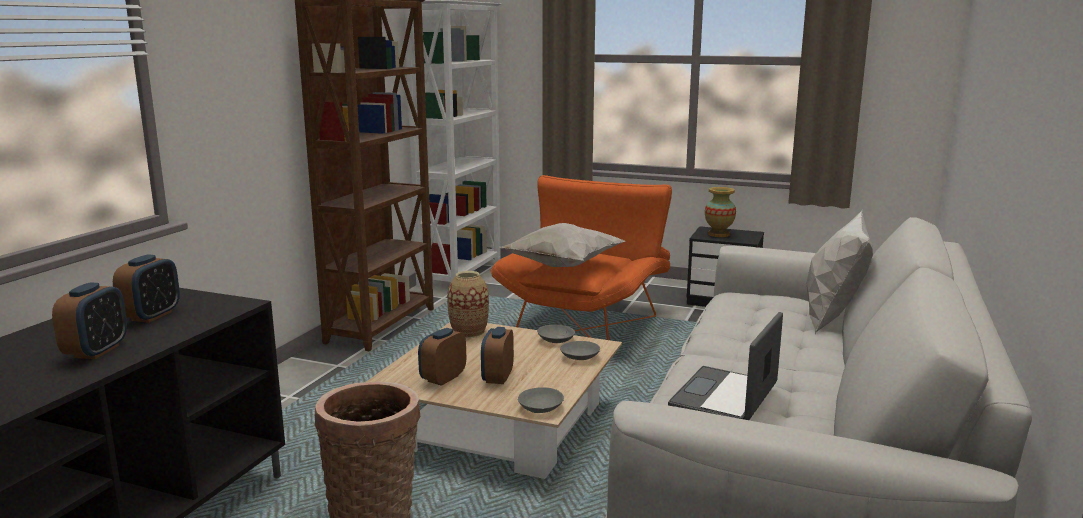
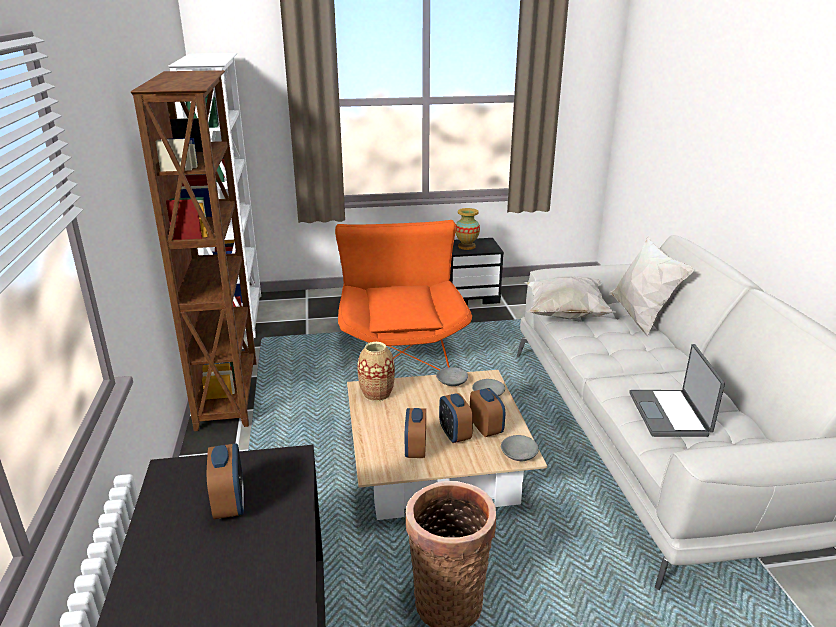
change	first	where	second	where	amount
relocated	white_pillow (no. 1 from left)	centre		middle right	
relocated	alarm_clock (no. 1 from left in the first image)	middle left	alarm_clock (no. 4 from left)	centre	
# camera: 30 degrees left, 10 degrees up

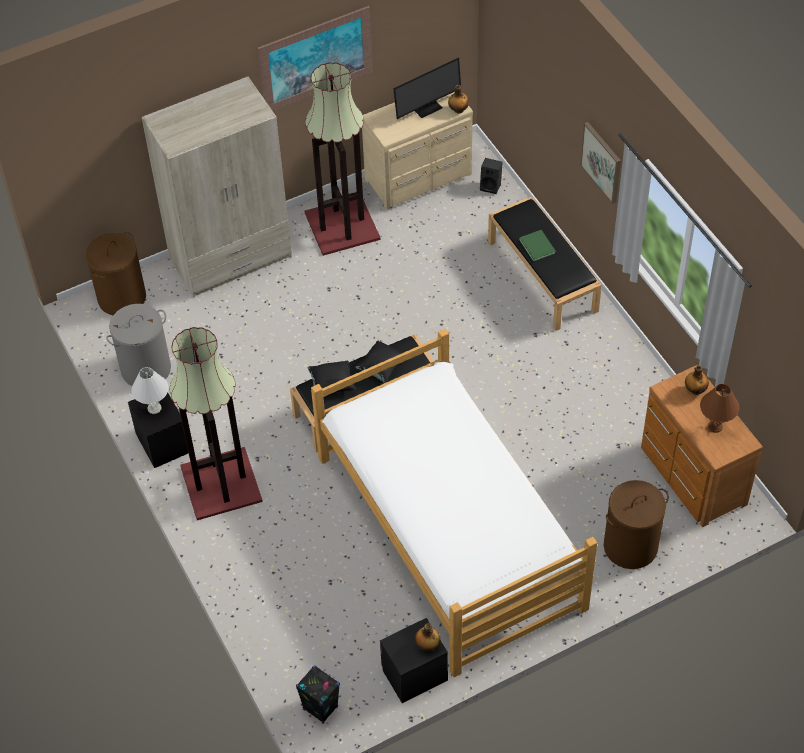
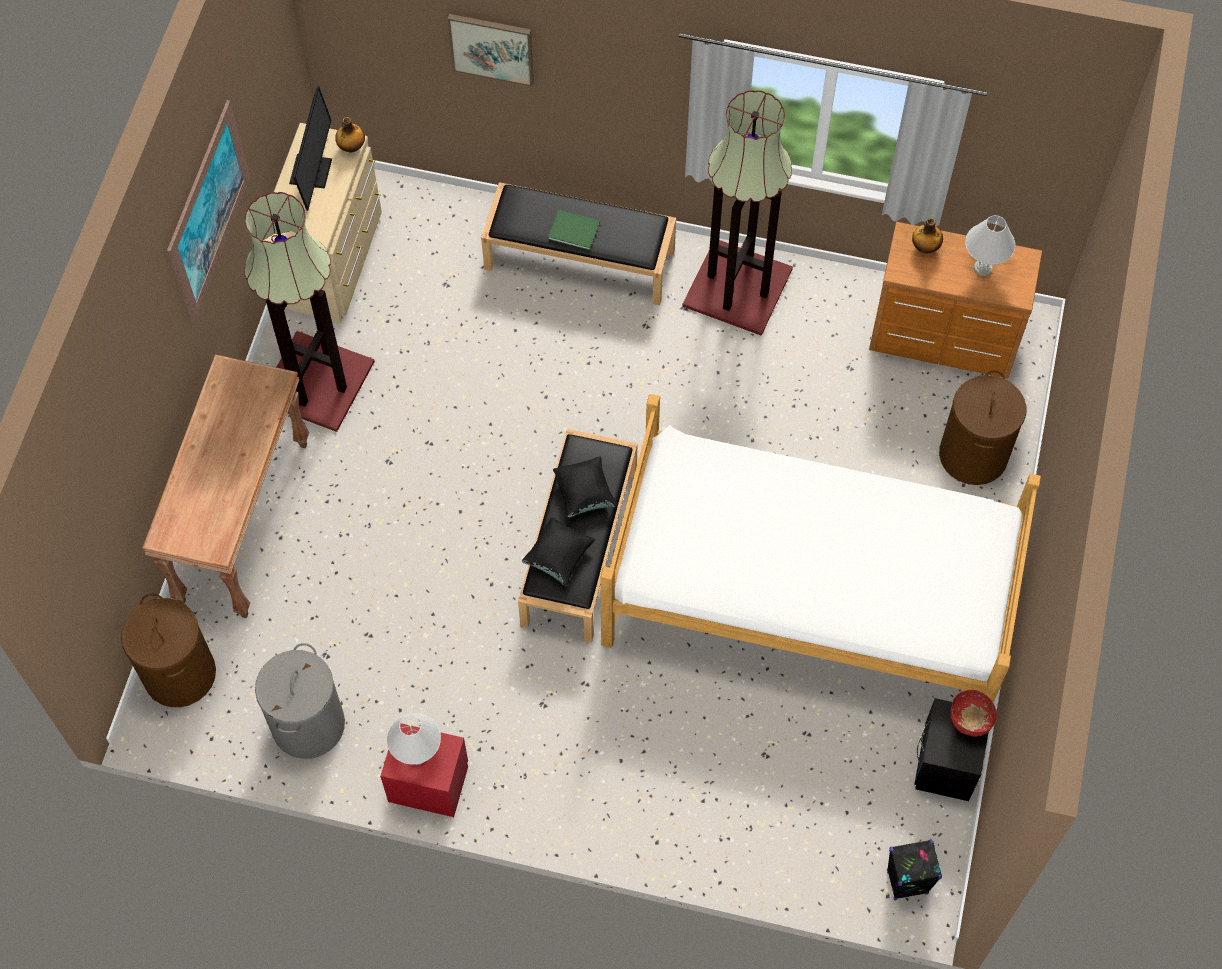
change	first	where	second	where	amount
exchanged	beige_wardrobe	top left	brown_console_table	middle left	
relocated	picture (no. 2 from left)	top right		top centre	
missing	black_speaker (no. 2 from left)	top centre			
relocated	floor_lamp (no. 1 from left in the first image)	middle left	floor_lamp (no. 2 from left)	top centre	
colour	brown_table_lamp	middle right	white_table_lamp (no. 2 from left)	top right	
colour	black_nightstand (no. 1 from left)	middle left	red_nightstand	bottom centre	
exchanged	bottle (no. 1 from left)	bottom centre	red_bowl	bottom right	
# camera: 50 degrees left, 10 degrees up

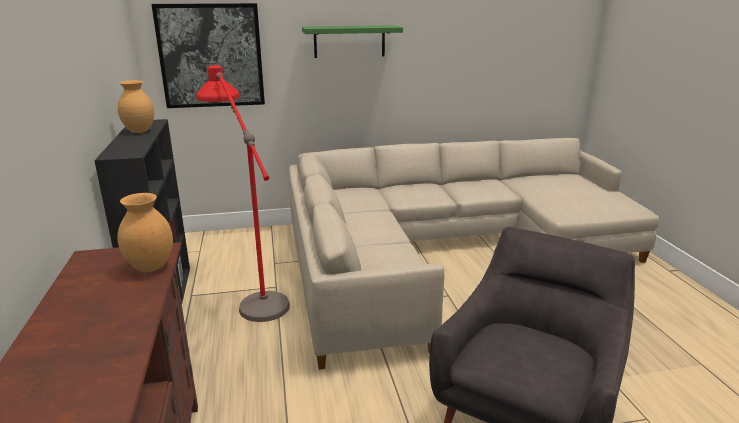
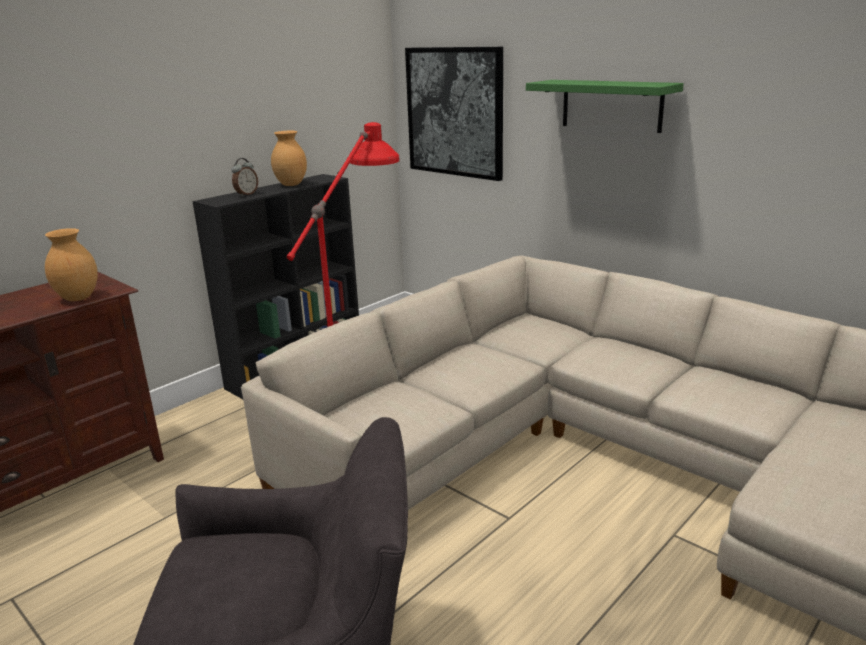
change	first	where	second	where	amount
appeared			alarm_clock	top left	
# camera: 55 degrees right, 0 degrees up

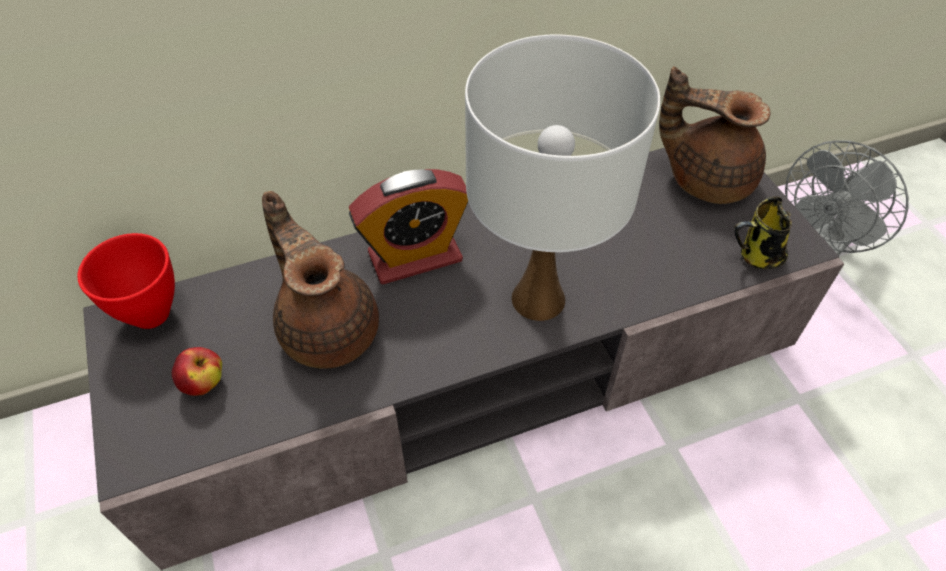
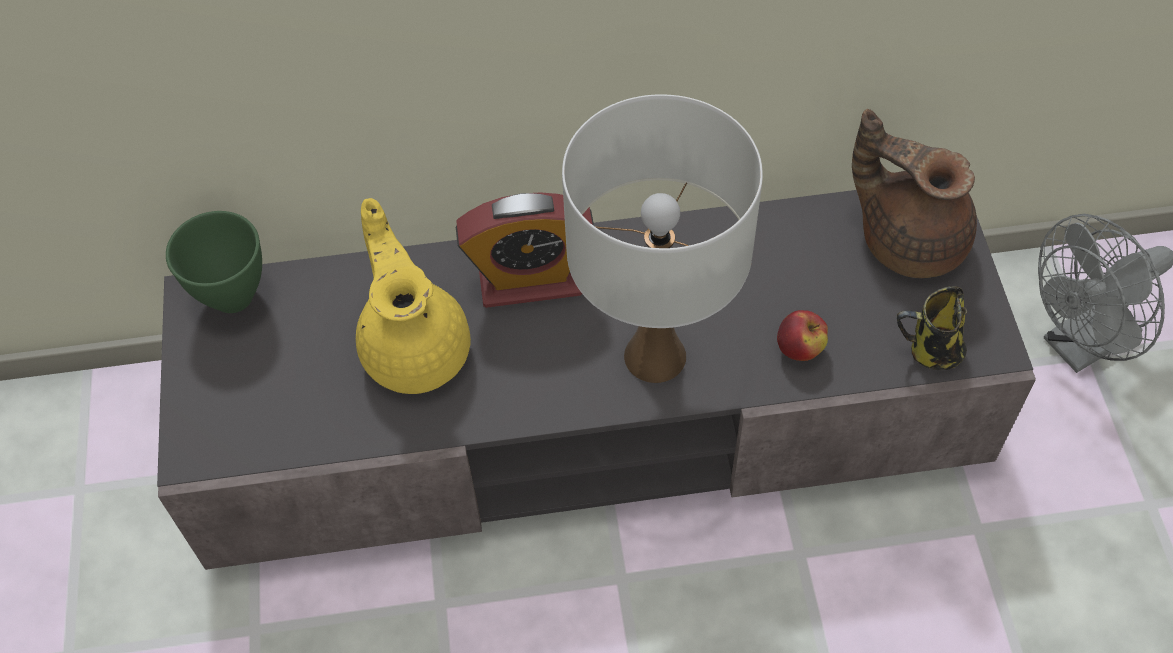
change	first	where	second	where	amount
colour	brown_teapot (no. 1 from left)	centre	yellow_teapot	centre	
colour	red_bowl	middle left	green_bowl	middle left	
relocated	apple	middle left		middle right	
# camera: 15 degrees right, 5 degrees up

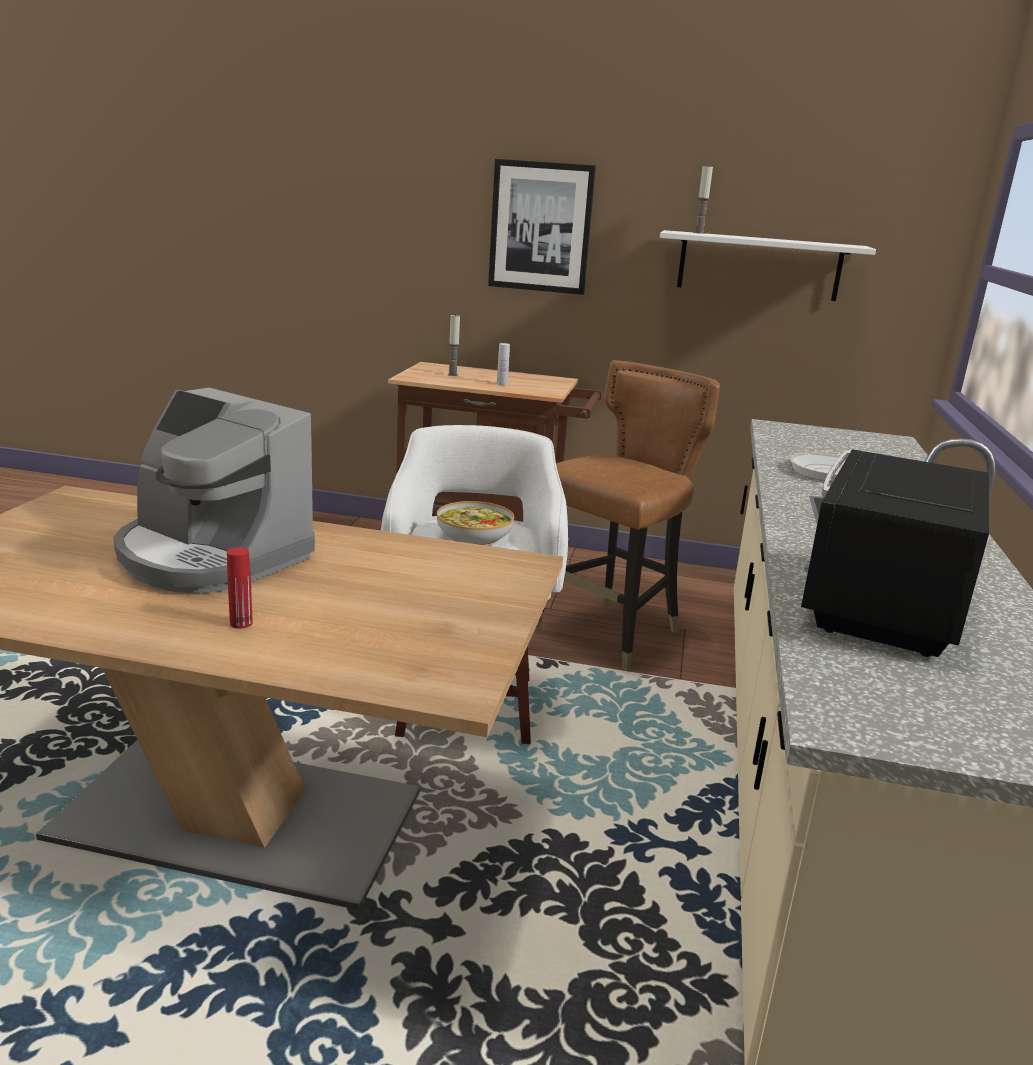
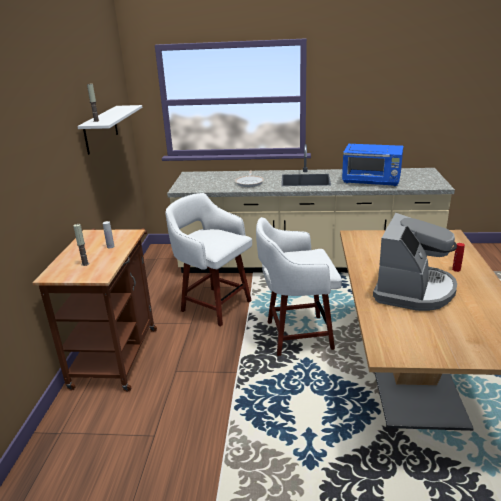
change	first	where	second	where	amount
missing	picture	top centre			
exchanged	brown_chair	centre	white_stool (no. 1 from left)	centre	
colour	black_microwave	middle right	blue_microwave	top right	
missing	bowl	centre			
# camera: 95 degrees left, 5 degrees up

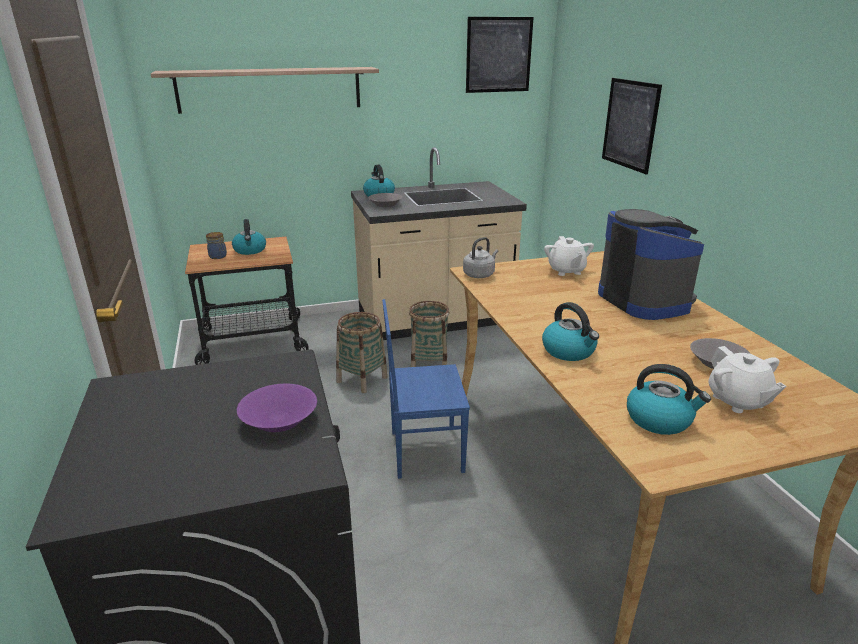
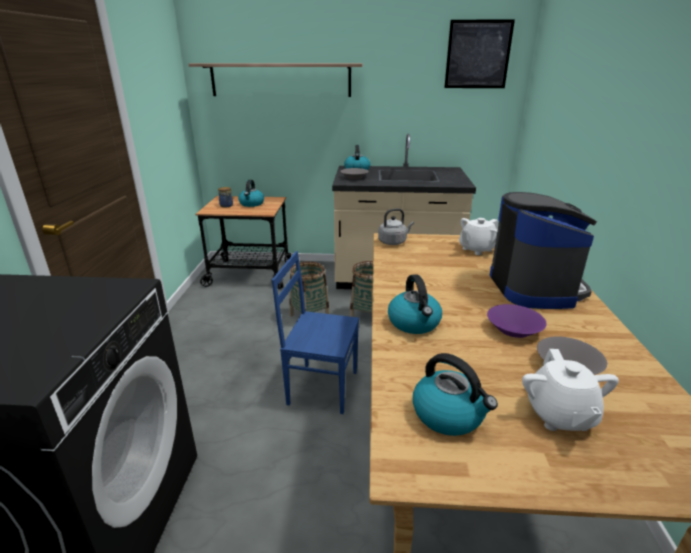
change	first	where	second	where	amount
missing	picture (no. 2 from left)	top right			
spun	white_teapot (no. 1 from left)	centre		middle right	45 degrees clockwise
relocated	purple_bowl	middle left		middle right	
# camera: 20 degrees right, 0 degrees up

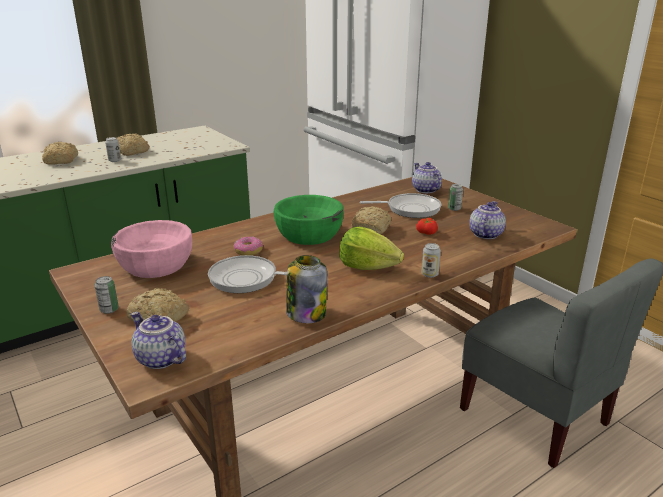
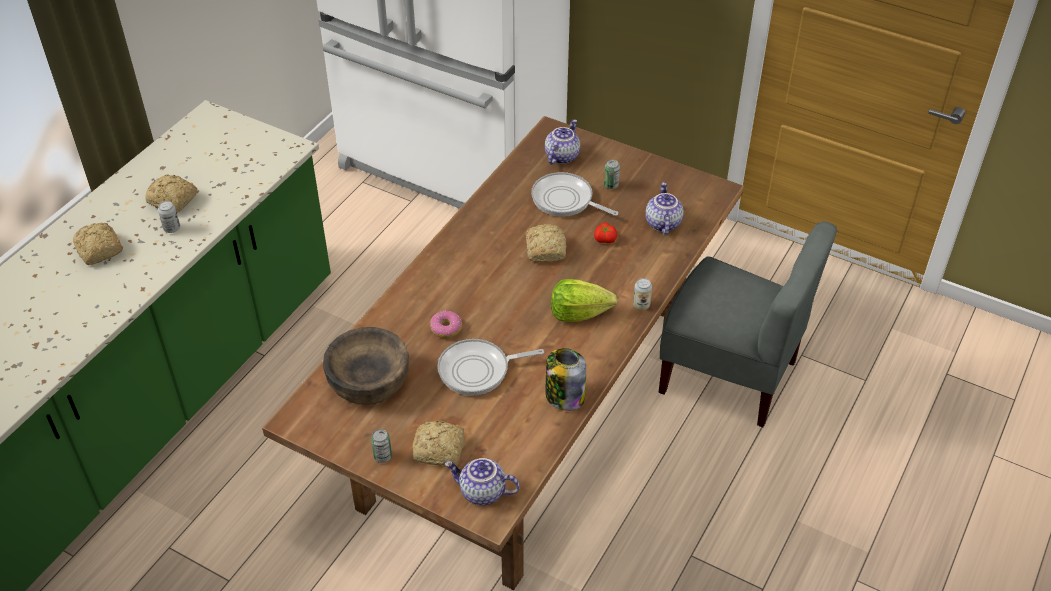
change	first	where	second	where	amount
spun	teapot (no. 2 from left)	centre		top centre	75 degrees clockwise
spun	frying_pan (no. 2 from left)	centre		top centre	120 degrees counterclockwise
missing	green_bowl	centre			
colour	pink_bowl	middle left	brown_bowl	centre	
# camera: 25 degrees left, 20 degrees up

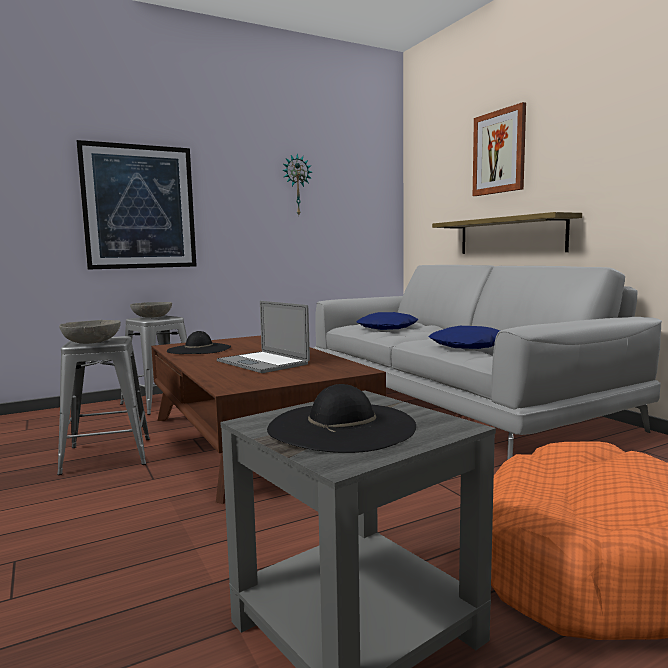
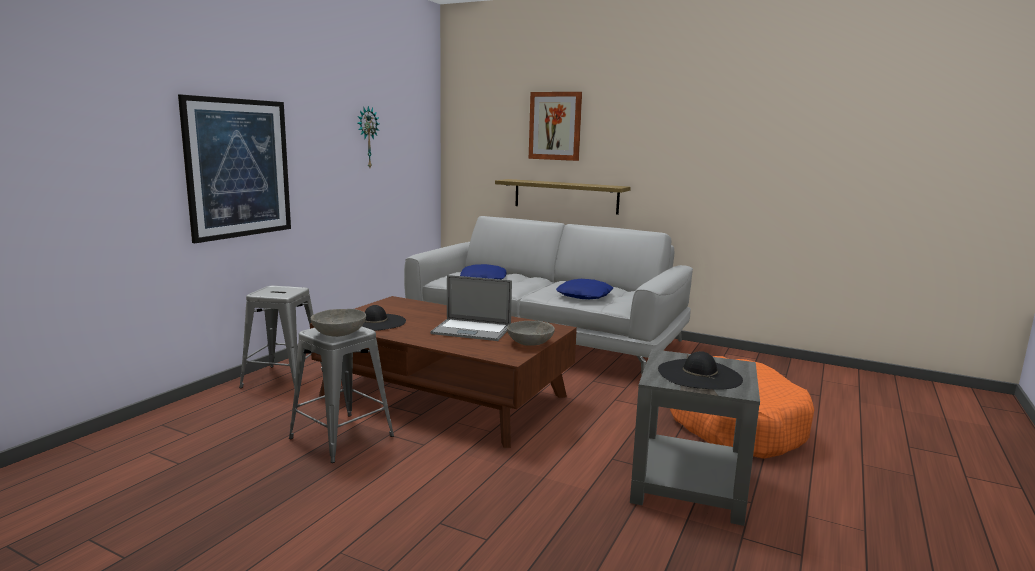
change	first	where	second	where	amount
relocated	grey_bowl (no. 2 from left)	middle left		centre	
# camera: 35 degrees left, 5 degrees up

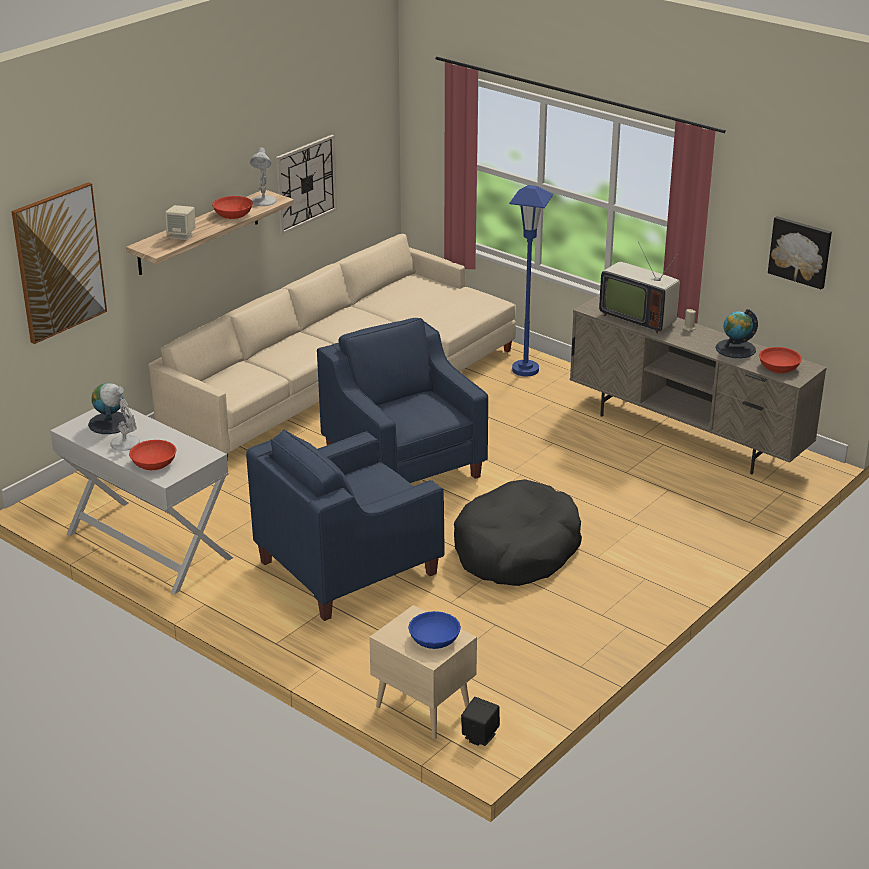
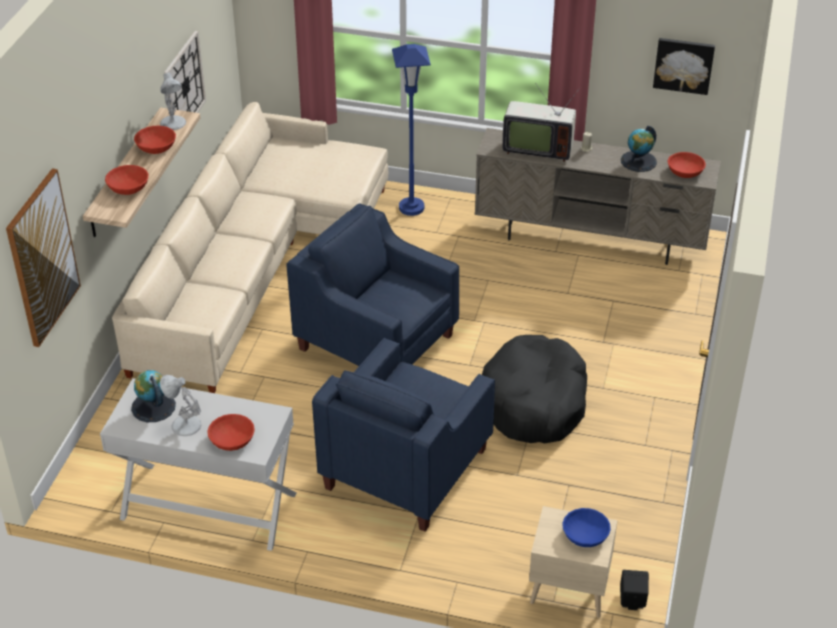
change	first	where	second	where	amount
exchanged	beige_speaker	top left	red_bowl (no. 1 from left)	top left	
# camera: 25 degrees left, 10 degrees up

